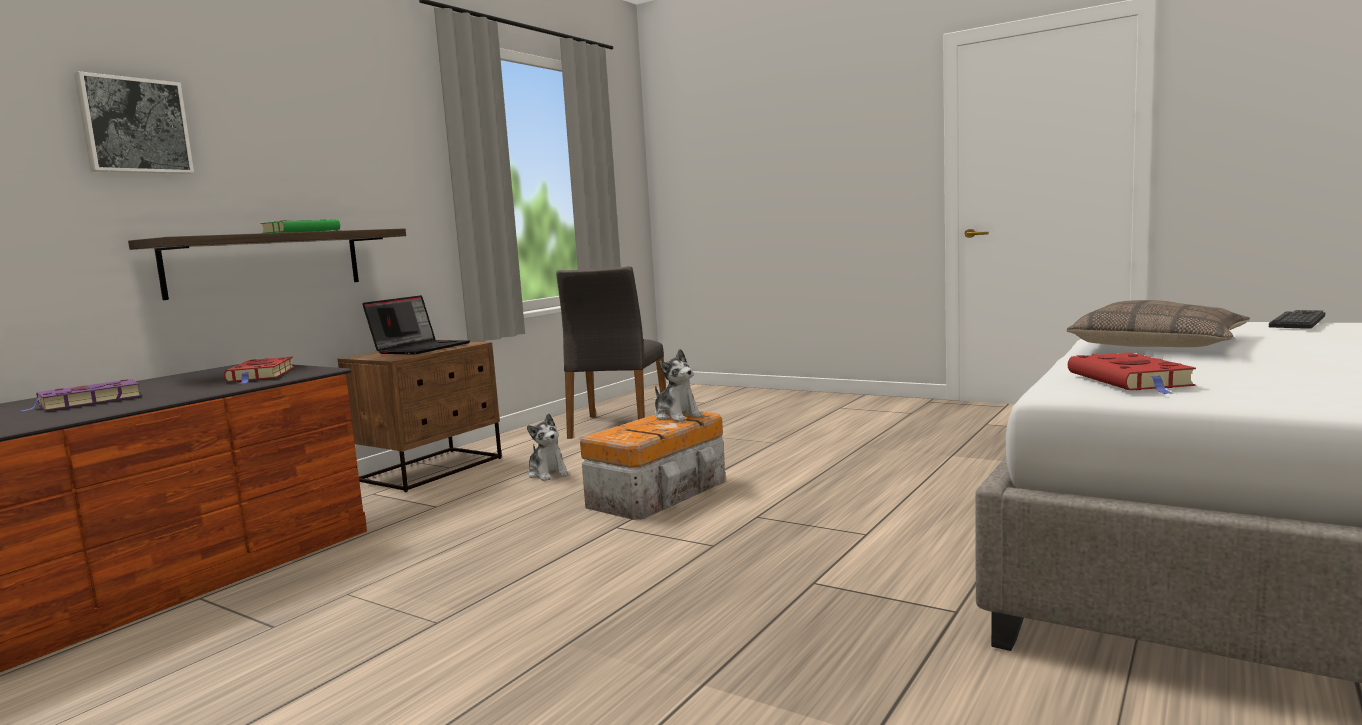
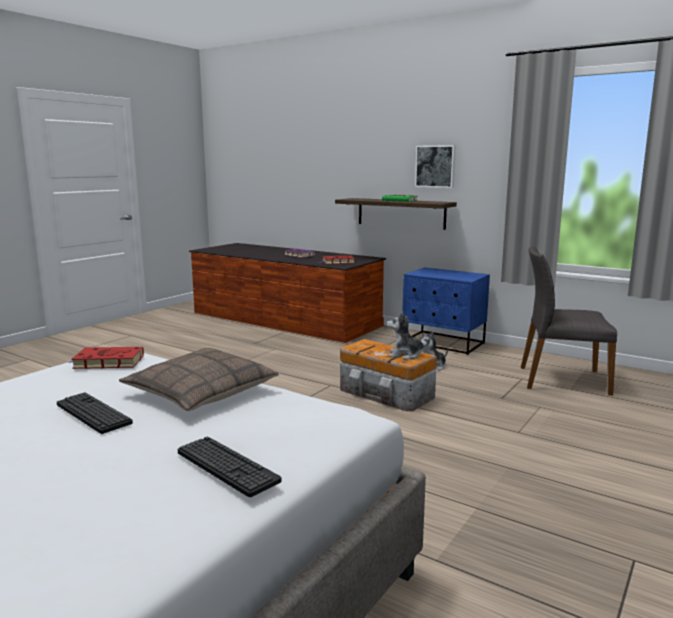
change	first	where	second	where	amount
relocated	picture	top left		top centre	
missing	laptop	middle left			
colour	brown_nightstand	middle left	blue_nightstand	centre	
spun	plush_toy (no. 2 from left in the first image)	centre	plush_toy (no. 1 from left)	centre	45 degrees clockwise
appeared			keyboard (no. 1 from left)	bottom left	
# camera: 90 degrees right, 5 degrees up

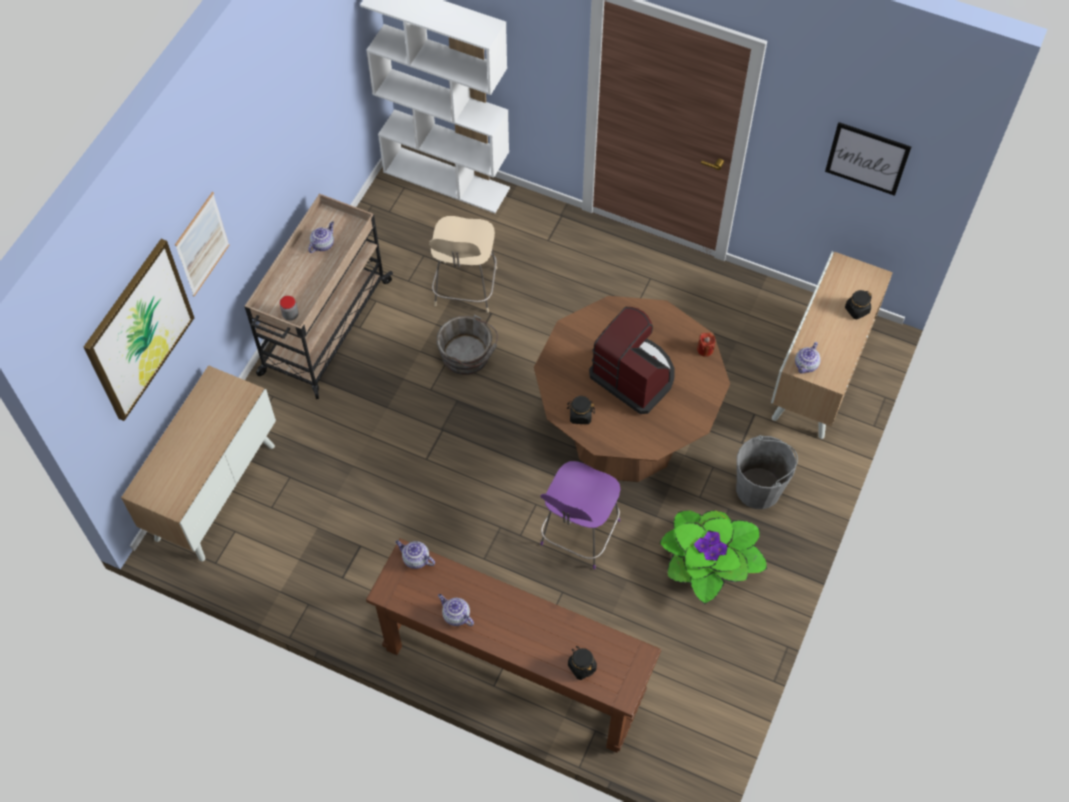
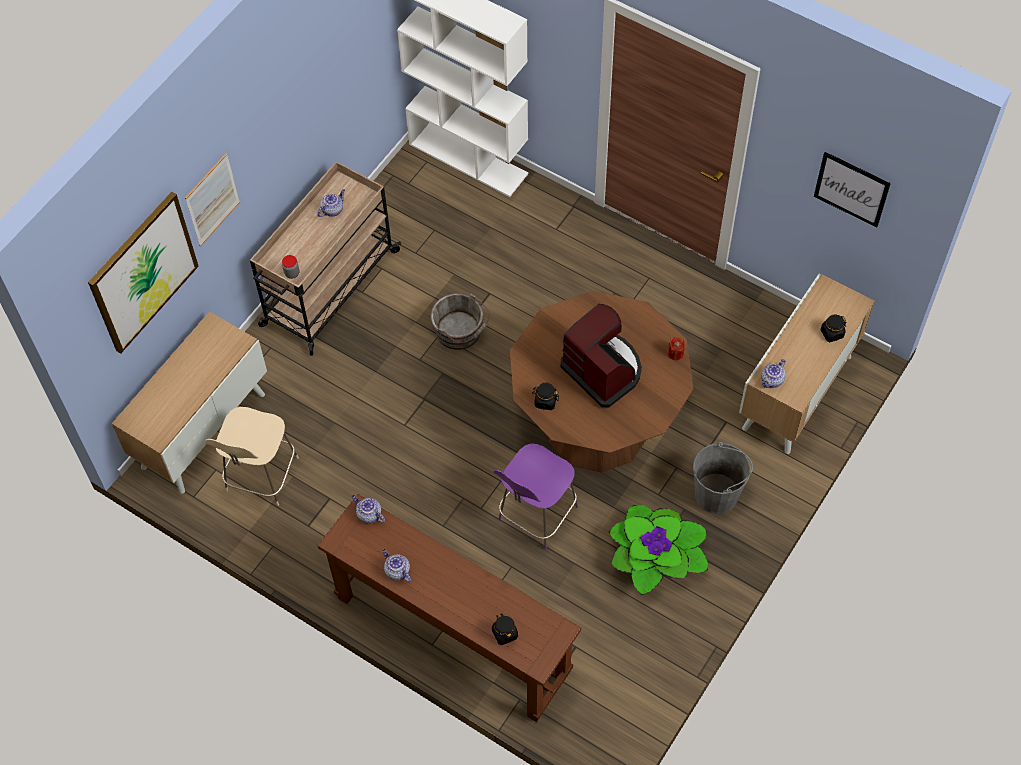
change	first	where	second	where	amount
relocated	beige_chair	top centre		middle left	
# camera: 10 degrees right, 0 degrees up

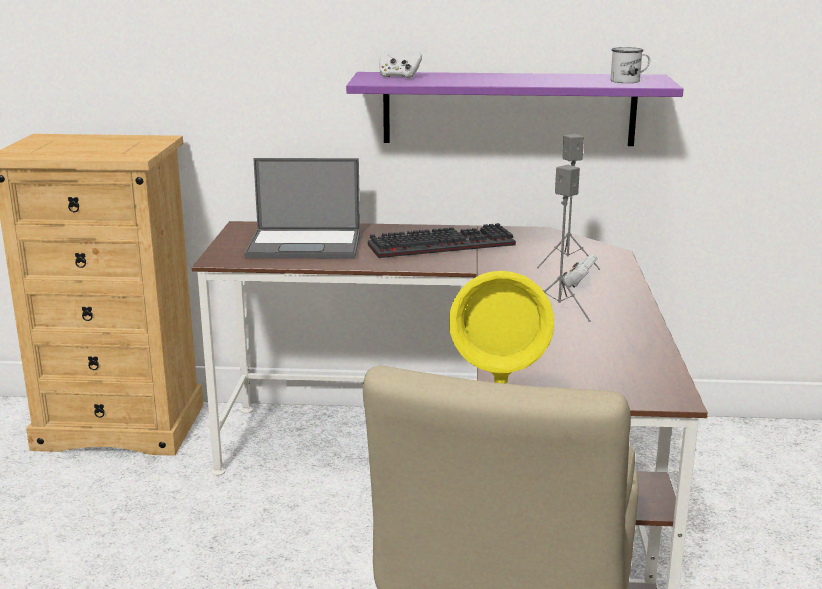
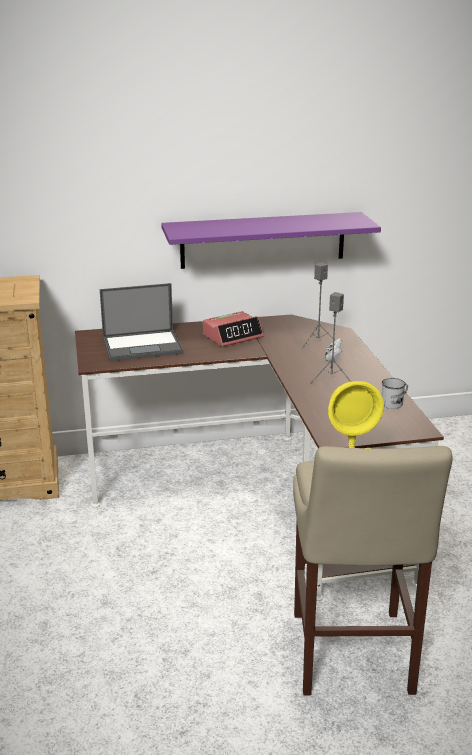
change	first	where	second	where	amount
relocated	white_mug	top right		middle right	
missing	white_game_controller (no. 1 from left)	top centre			
exchanged	keyboard	centre	alarm_clock	centre	
# camera: 15 degrees left, 5 degrees up

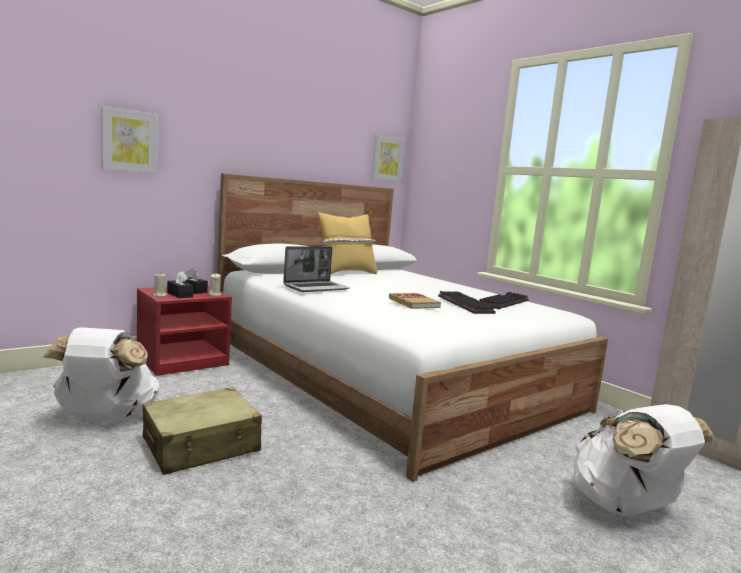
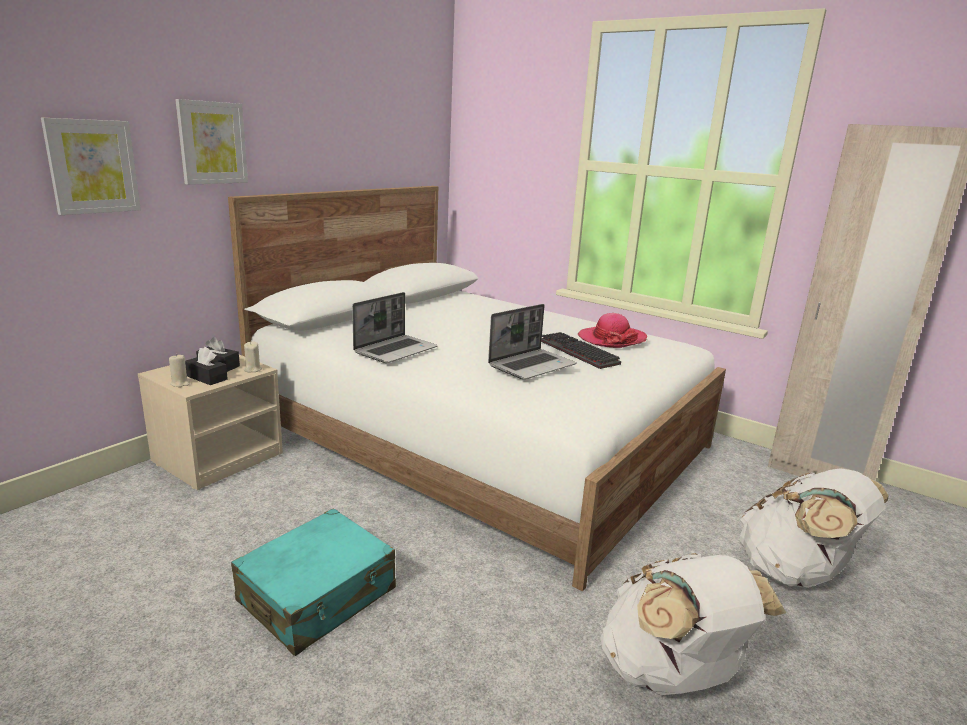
change	first	where	second	where	amount
relocated	picture (no. 2 from left)	top centre		top left	
missing	yellow_pillow	centre			
colour	red_nightstand	middle left	beige_nightstand	middle left	
exchanged	keyboard (no. 2 from left)	middle right	hat	centre	
exchanged	book	centre	laptop (no. 2 from left)	centre	
relocated	white_backpack (no. 1 from left)	middle left		bottom right	
colour	beige_suitcase	bottom left	turquoise_suitcase	bottom left	
# camera: 15 degrees left, 10 degrees up

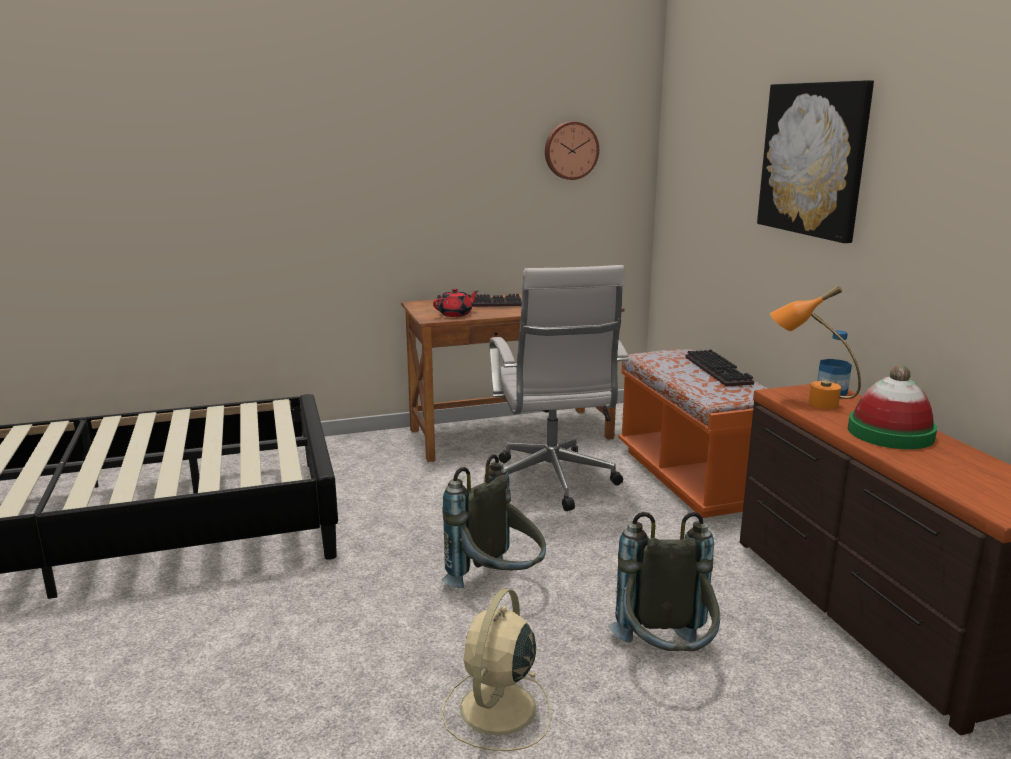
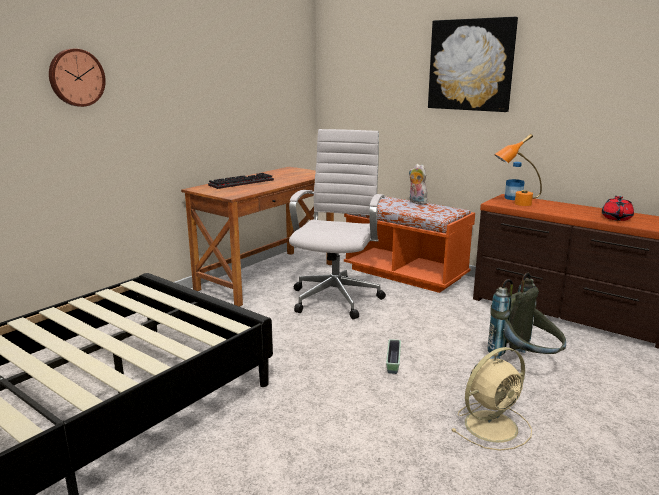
change	first	where	second	where	amount
relocated	wall_clock	top centre		top left	
spun	white_office_chair	centre		centre	120 degrees counterclockwise
relocated	red_teapot	centre		middle right	
exchanged	keyboard (no. 2 from left)	middle right	plush_toy	centre	
missing	hat	middle right			
exchanged	grey_backpack (no. 1 from left)	bottom centre	planter	bottom centre	
spun	beige_fan	bottom centre		bottom right	105 degrees counterclockwise
# camera: 35 degrees left, 0 degrees up

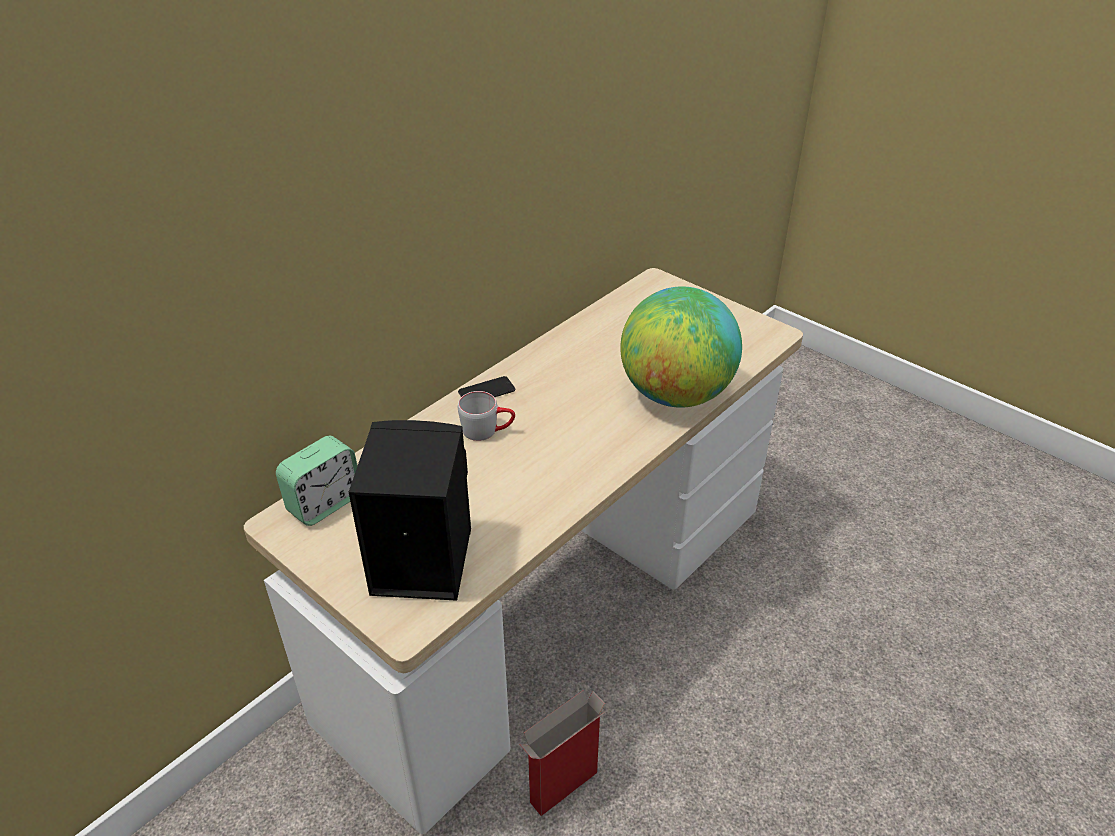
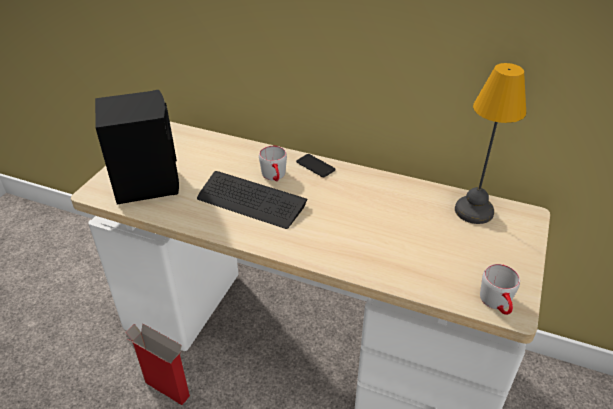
change	first	where	second	where	amount
missing	globe	centre			
missing	alarm_clock	middle left			
appeared			table_lamp	middle right	
appeared			keyboard	centre	
appeared			grey_mug (no. 2 from left)	bottom right	
# camera: 70 degrees right, 0 degrees up

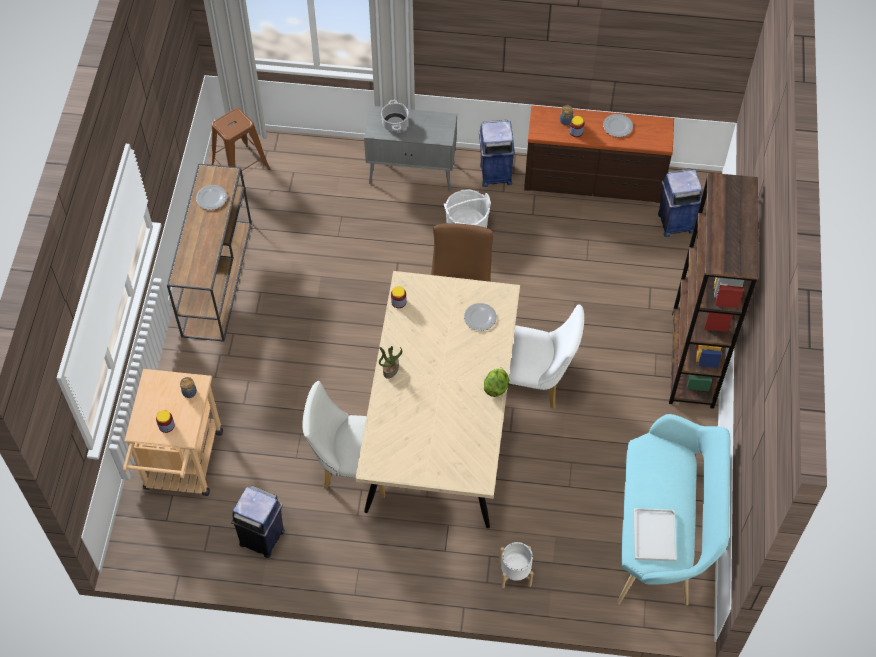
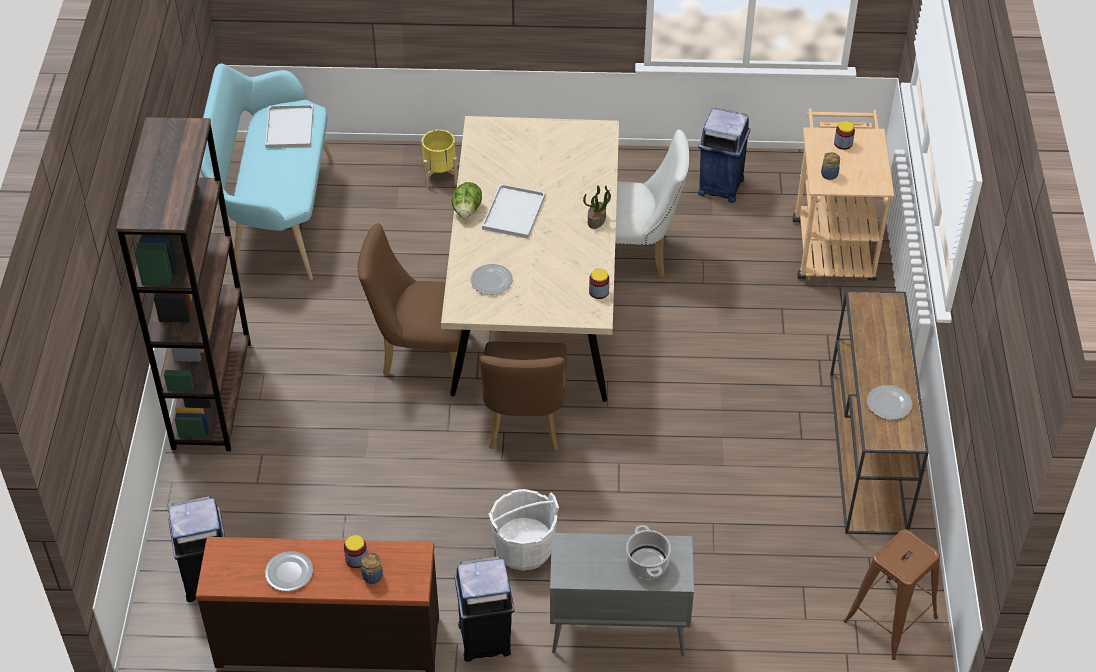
change	first	where	second	where	amount
colour	white_chair (no. 2 from left)	centre	brown_chair (no. 1 from left)	centre	
colour	white_planter	bottom centre	yellow_planter	top centre	
appeared			white_tray (no. 2 from left)	top centre	
# camera: 175 degrees right, 10 degrees down

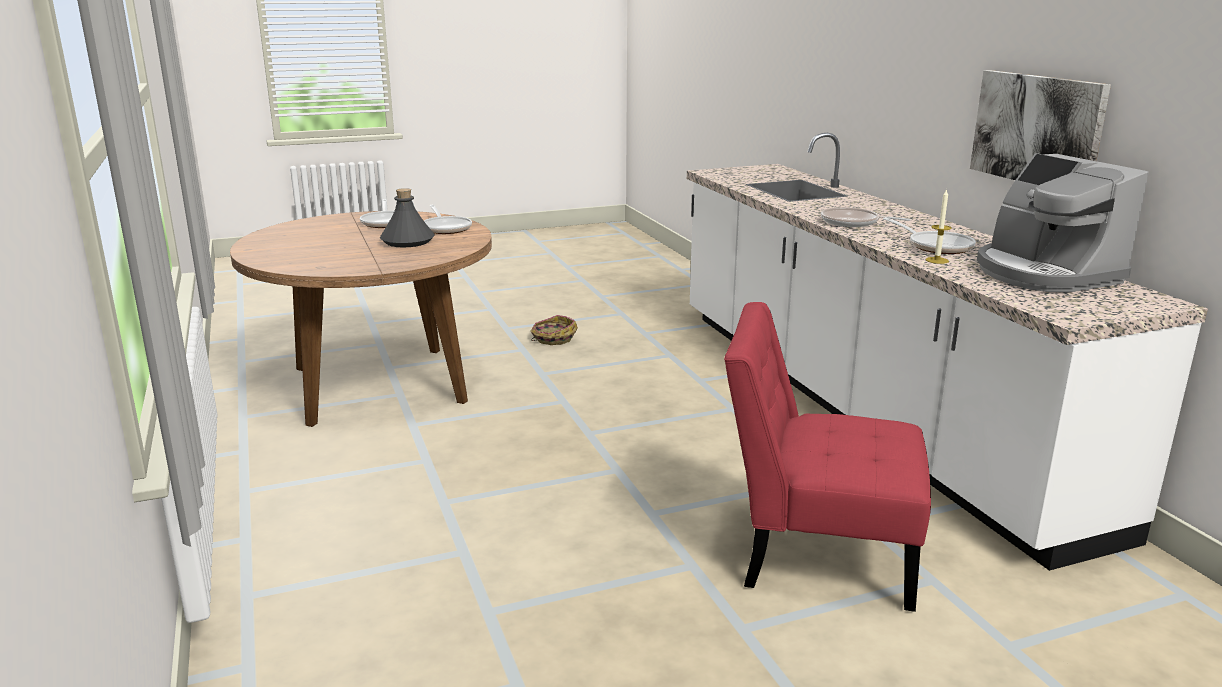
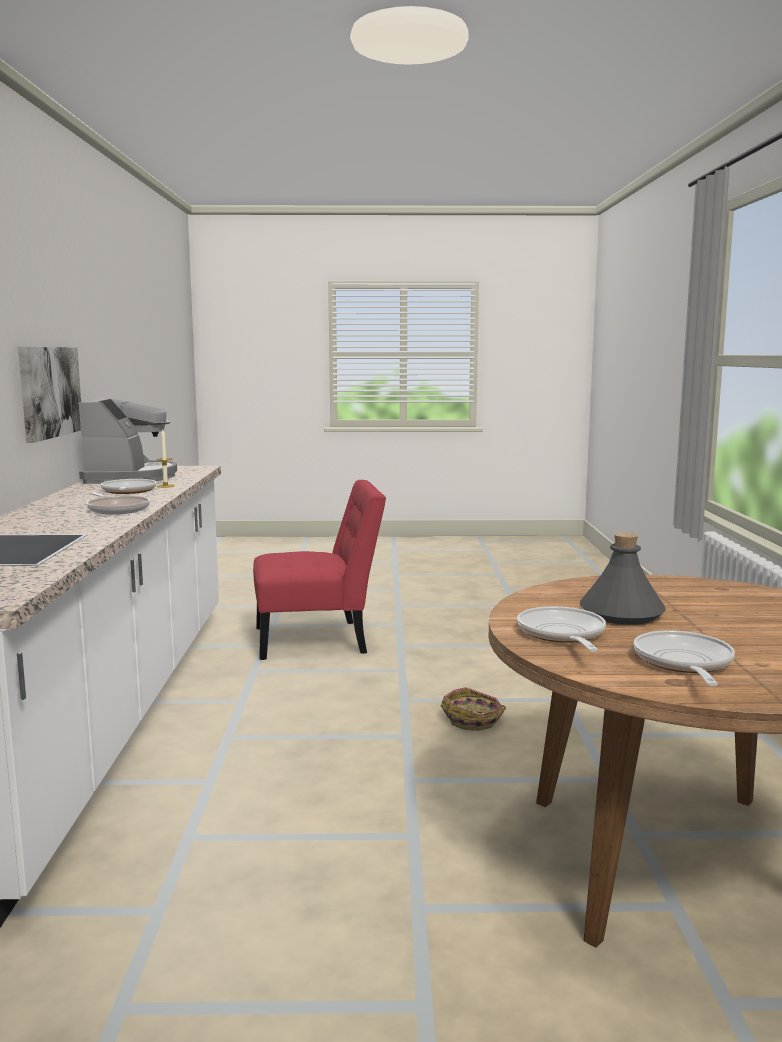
change	first	where	second	where	amount
spun	red_chair	middle right		centre	45 degrees counterclockwise
relocated	basket	centre		bottom centre	
# camera: 160 degrees left, 10 degrees down

